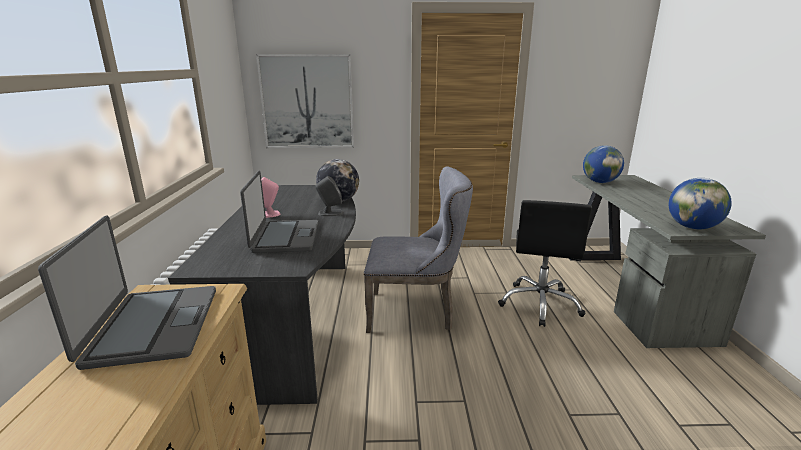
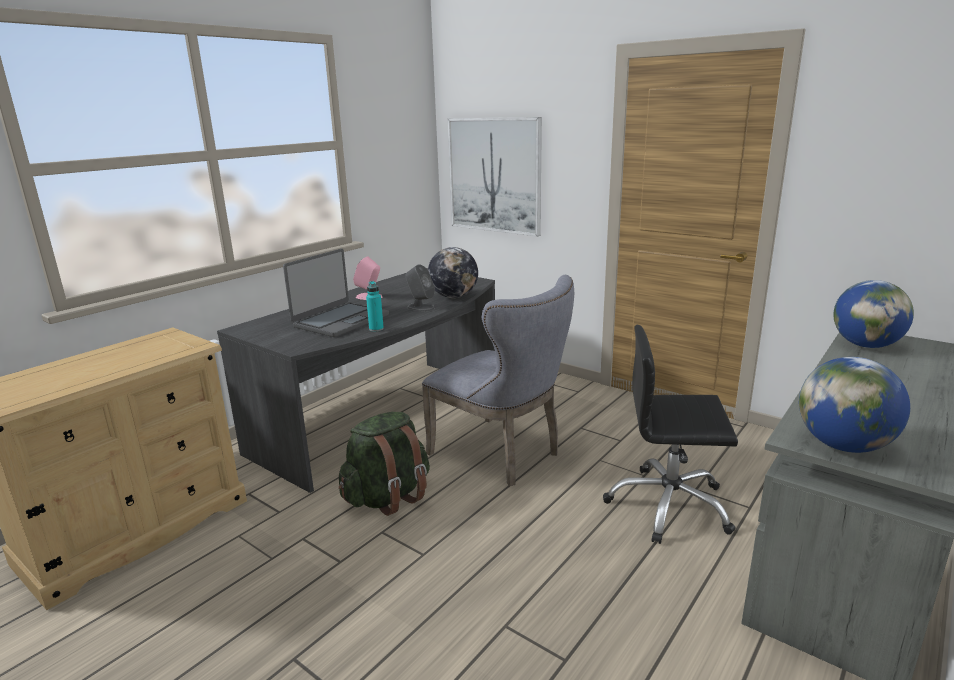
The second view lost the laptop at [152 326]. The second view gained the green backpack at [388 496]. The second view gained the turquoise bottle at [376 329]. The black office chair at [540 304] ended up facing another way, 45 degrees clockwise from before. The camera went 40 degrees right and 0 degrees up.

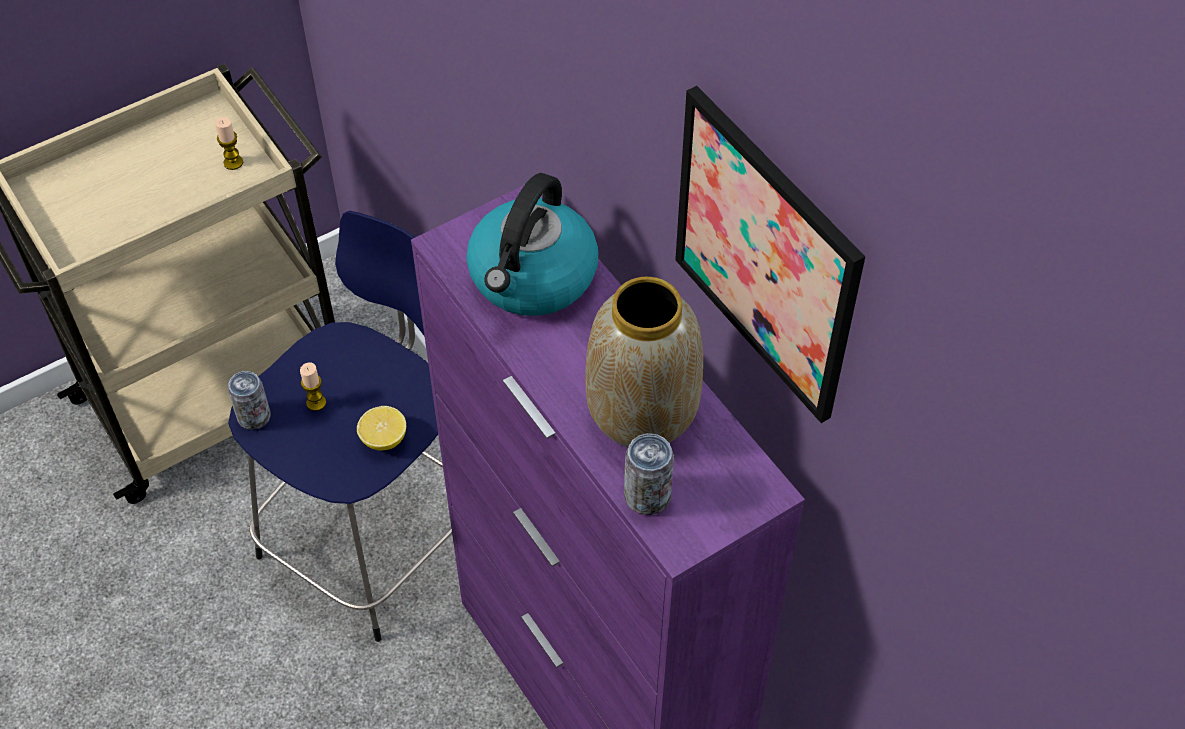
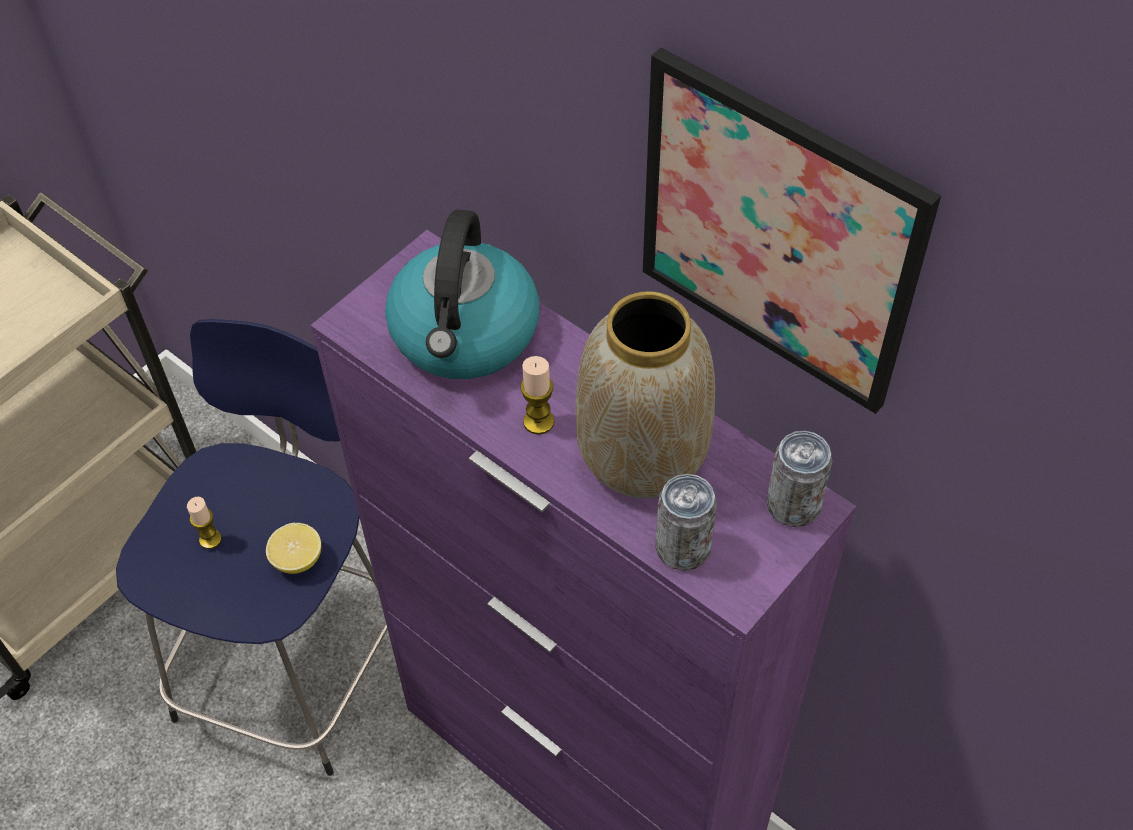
The candle ended up elsewhere, having gone from [233 162] to [538 421]. The can ended up elsewhere, having gone from [254 417] to [793 505]. The camera went 15 degrees left and 0 degrees up.

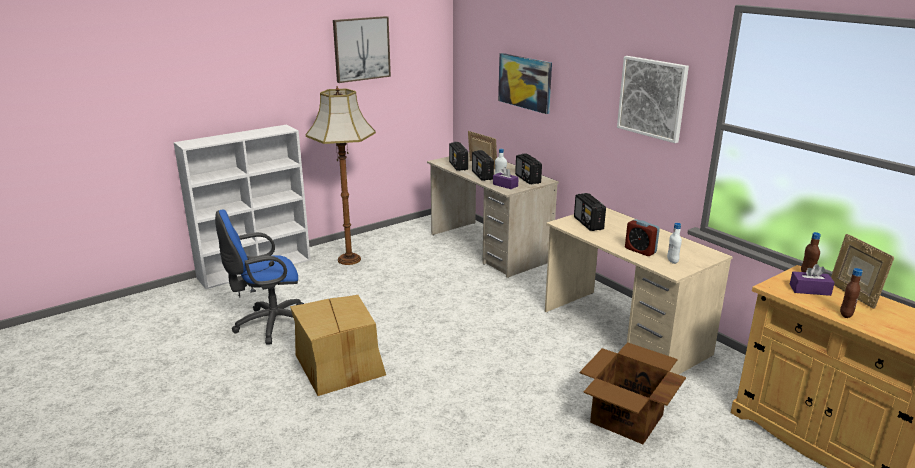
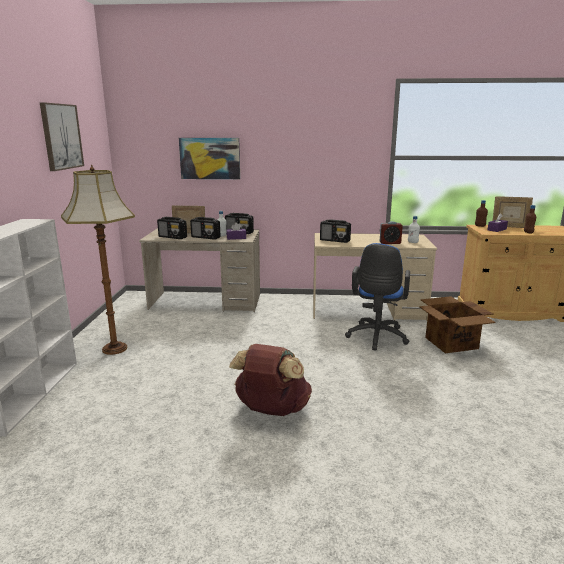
The second view lost the picture at [652 98]. The blue office chair ended up elsewhere, having gone from [269 324] to [376 338]. Where the cardboard box stood at [340 366], the brown backpack came to stand at [271 410]. The camera went 50 degrees left and 5 degrees down.

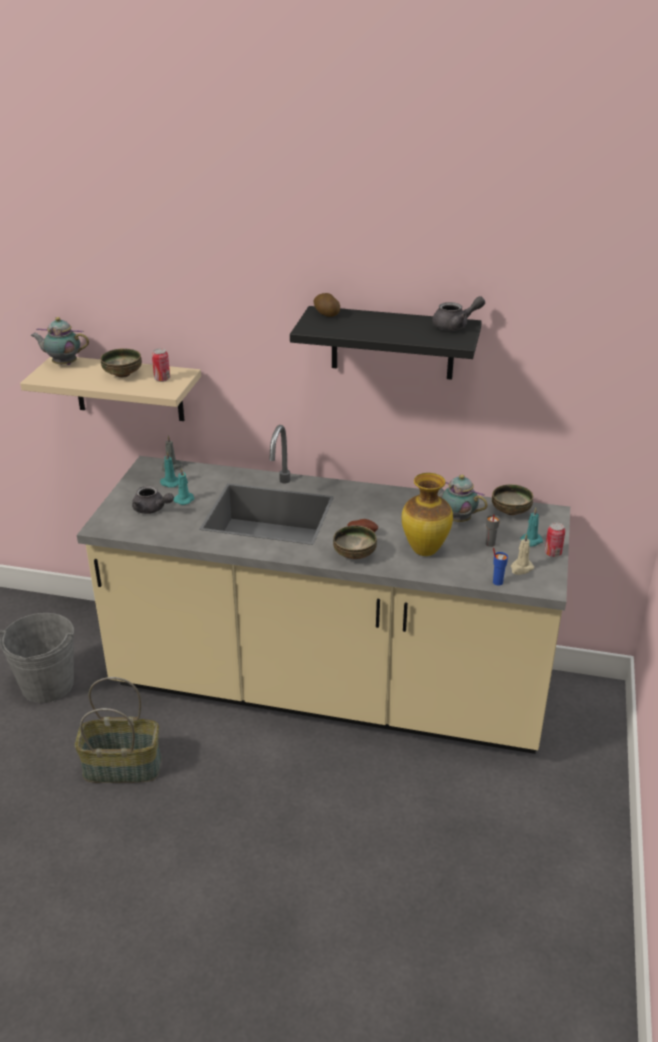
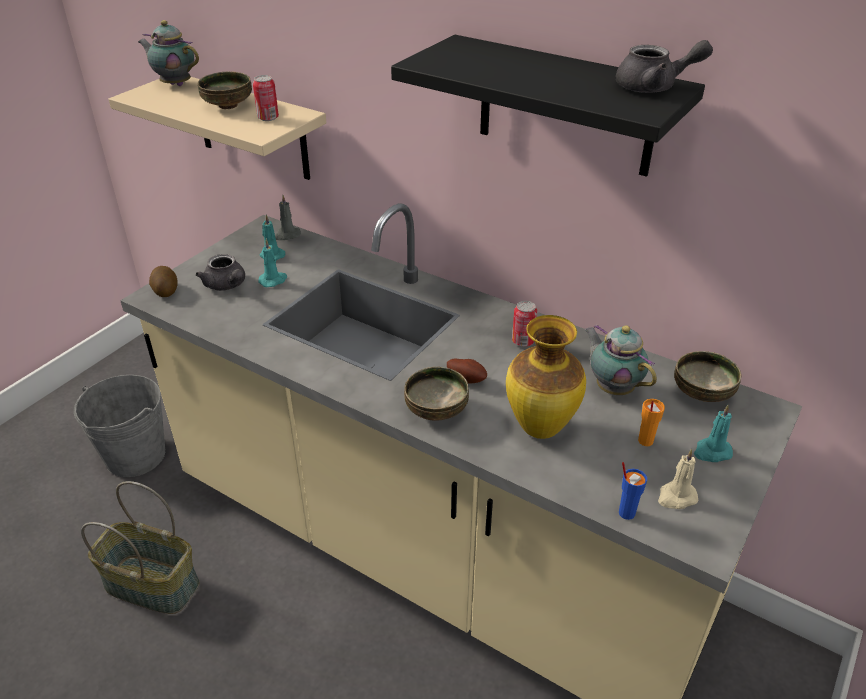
The potato ended up elsewhere, having gone from [326 314] to [165 291]. The can ended up elsewhere, having gone from [552 553] to [523 341]. What was the grey cup at [490 544] turned into the orange cup at [645 441]. The camera went 20 degrees right and 5 degrees up.

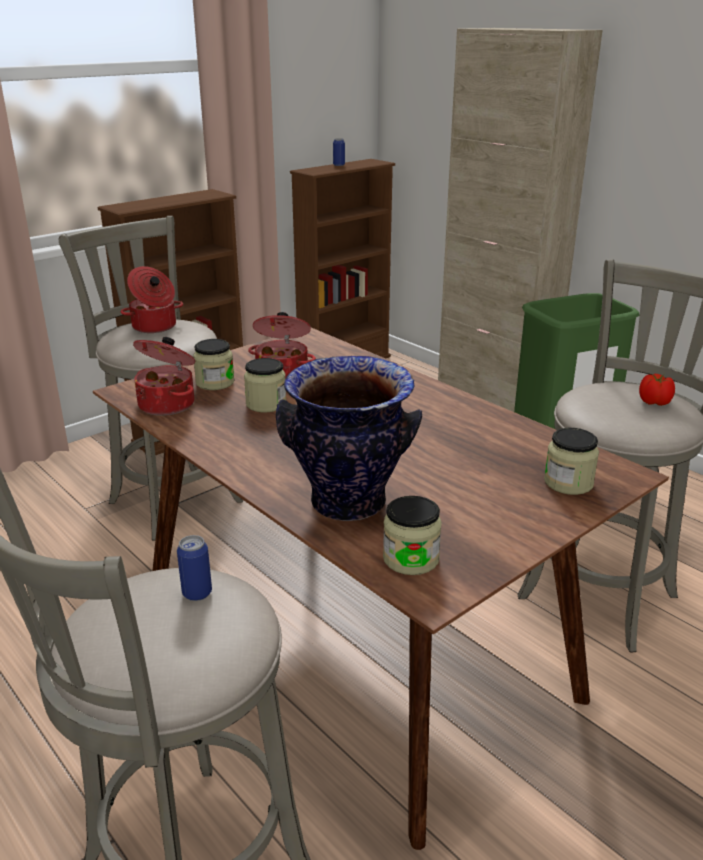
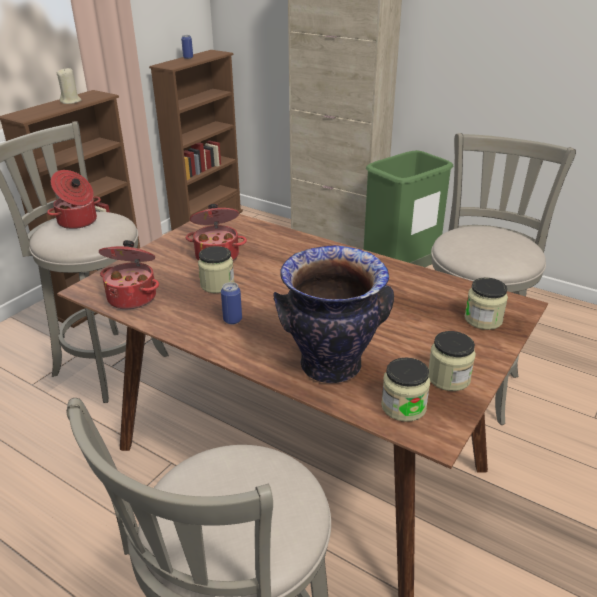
The second view lost the tomato at [655 402]. The second view gained the beige candle at [71 101]. The can ended up elsewhere, having gone from [197 593] to [232 320]. The jar ended up elsewhere, having gone from [215 383] to [448 378]. The camera went 15 degrees left and 5 degrees up.

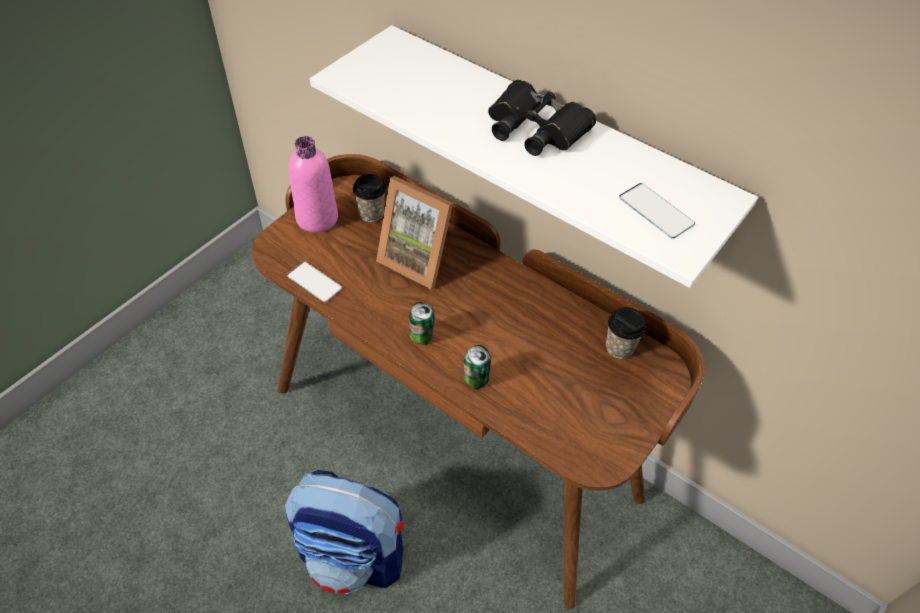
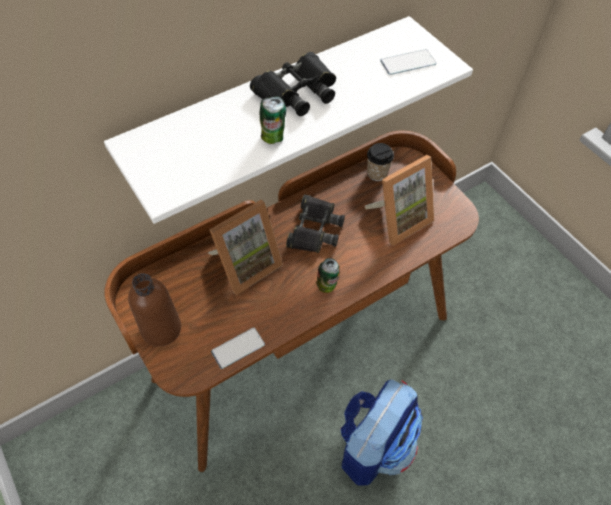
The second view lost the cup at [371 213]. The second view gained the black binoculars at [314 229]. The second view gained the picture frame at [398 219]. The can ended up elsewhere, having gone from [475 381] to [273 137]. What was the pink bottle at [317 218] turned into the brown bottle at [161 329]. The camera went 70 degrees left and 5 degrees up.

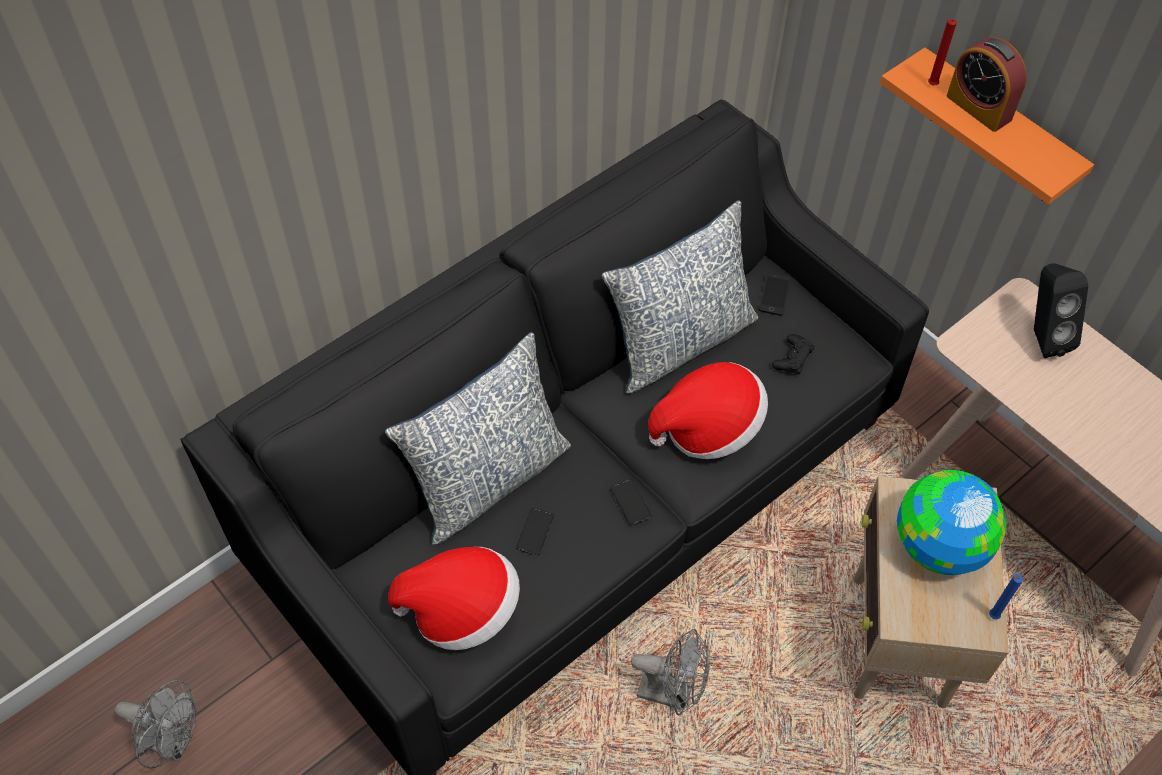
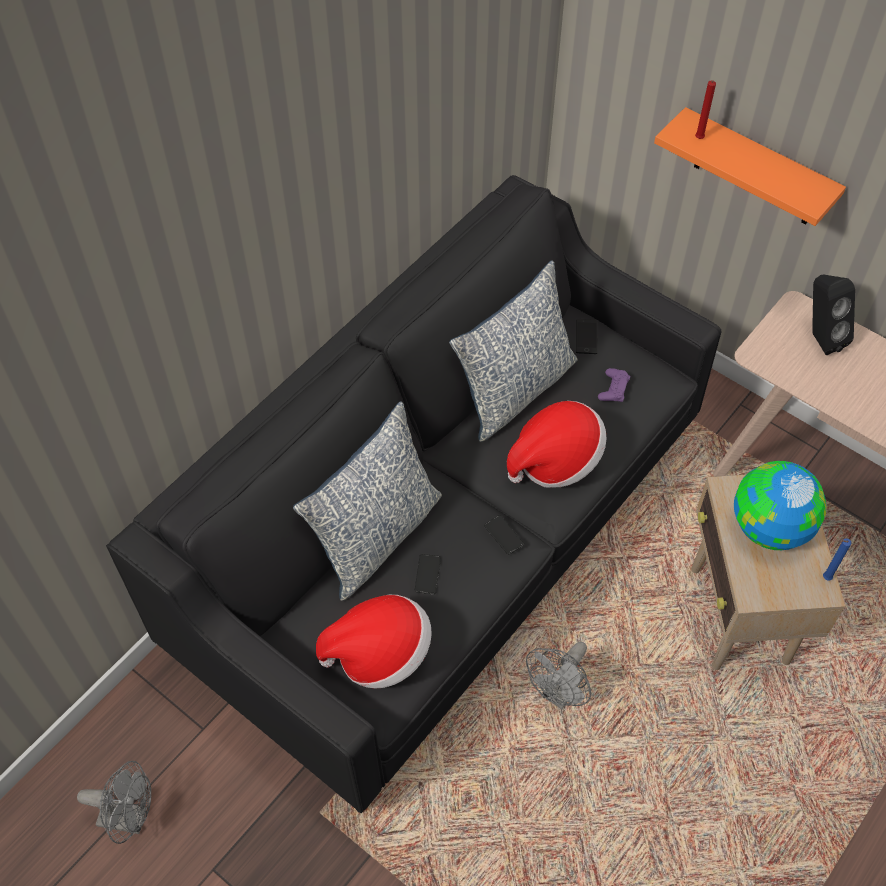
The second view lost the alarm clock at [979 107]. What was the black game controller at [792 358] turned into the purple game controller at [613 388]. The grey fan at [672 693] ended up facing another way, 120 degrees clockwise from before. The camera went 10 degrees left and 0 degrees up.

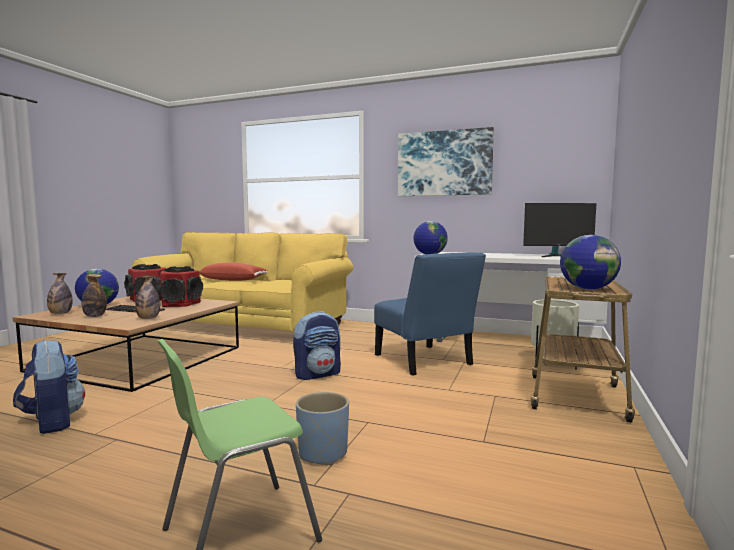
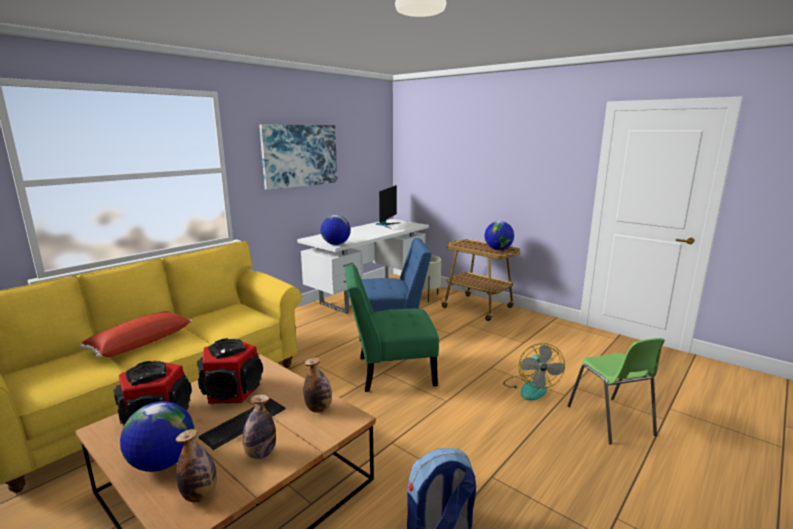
Where the backpack stood at [318 374], the green chair came to stand at [390 371]. Where the blue planter stood at [323 453], the fan came to stand at [530 387]. The camera went 70 degrees left and 10 degrees up.

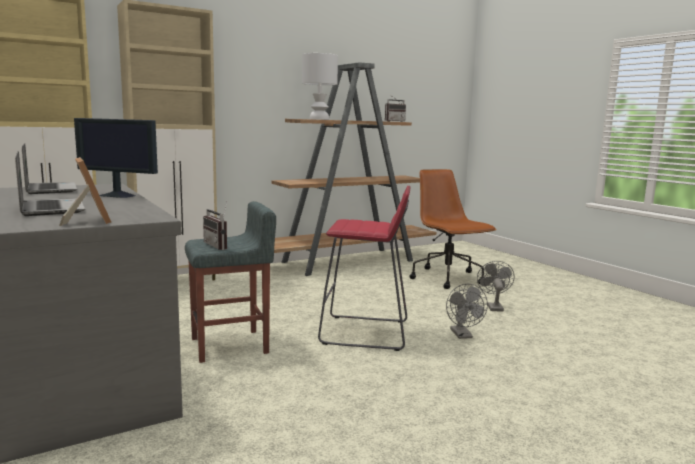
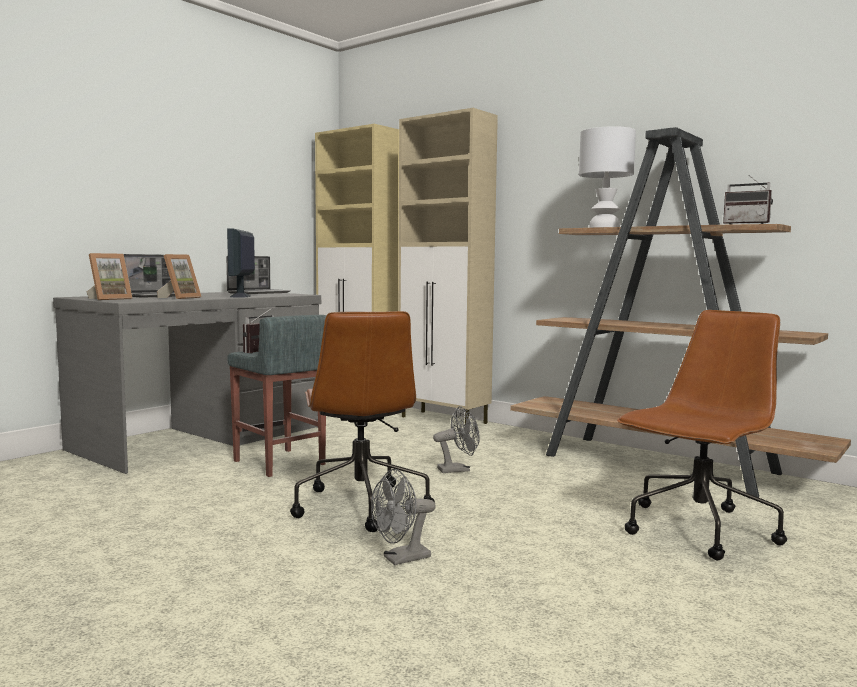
The second view gained the picture frame at [179 298]. The grey fan ended up elsewhere, having gone from [493 306] to [458 469]. Where the red stool stood at [365 333], the brown office chair came to stand at [360 505]. The camera went 70 degrees right and 5 degrees down.

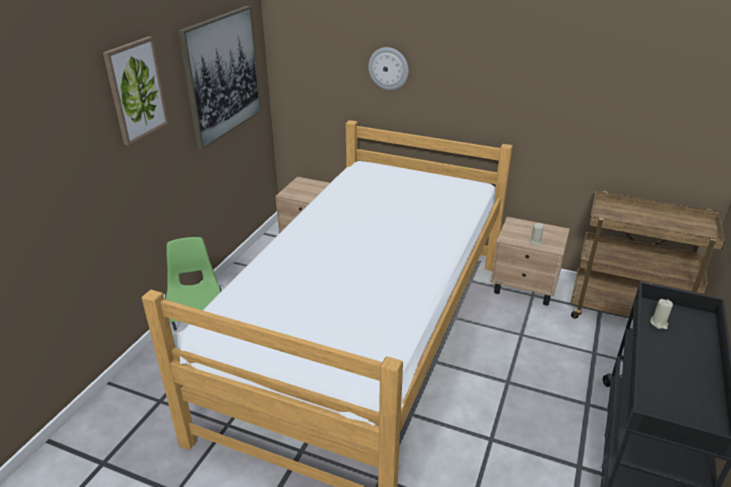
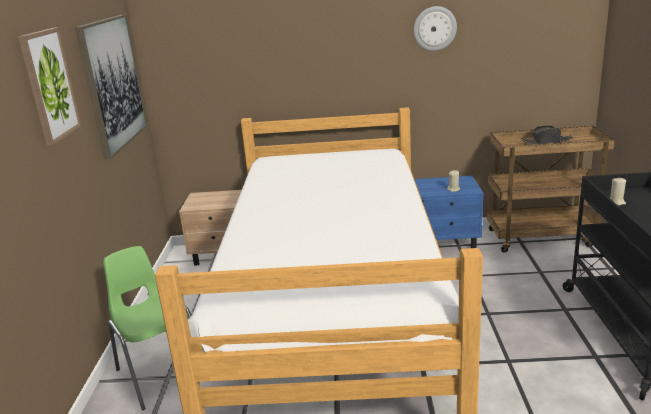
The second view gained the black hat at [546 142]. The wall clock ended up elsewhere, having gone from [388 68] to [434 28]. What was the beige nightstand at [525 288] turned into the blue nightstand at [447 242]. The camera went 20 degrees left and 10 degrees down.

